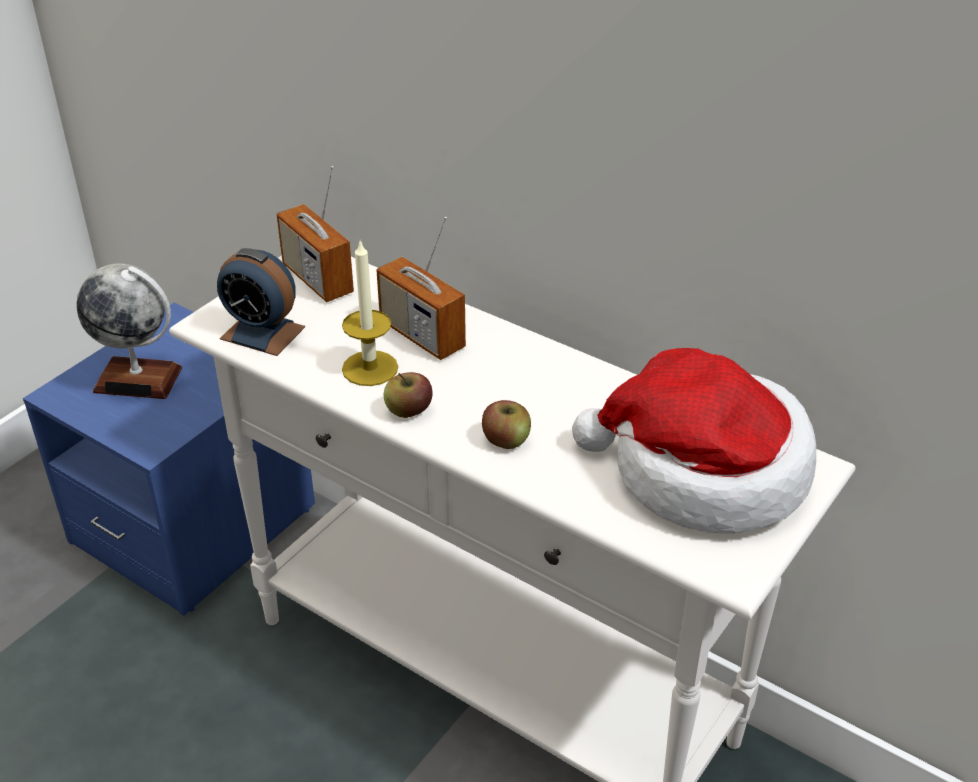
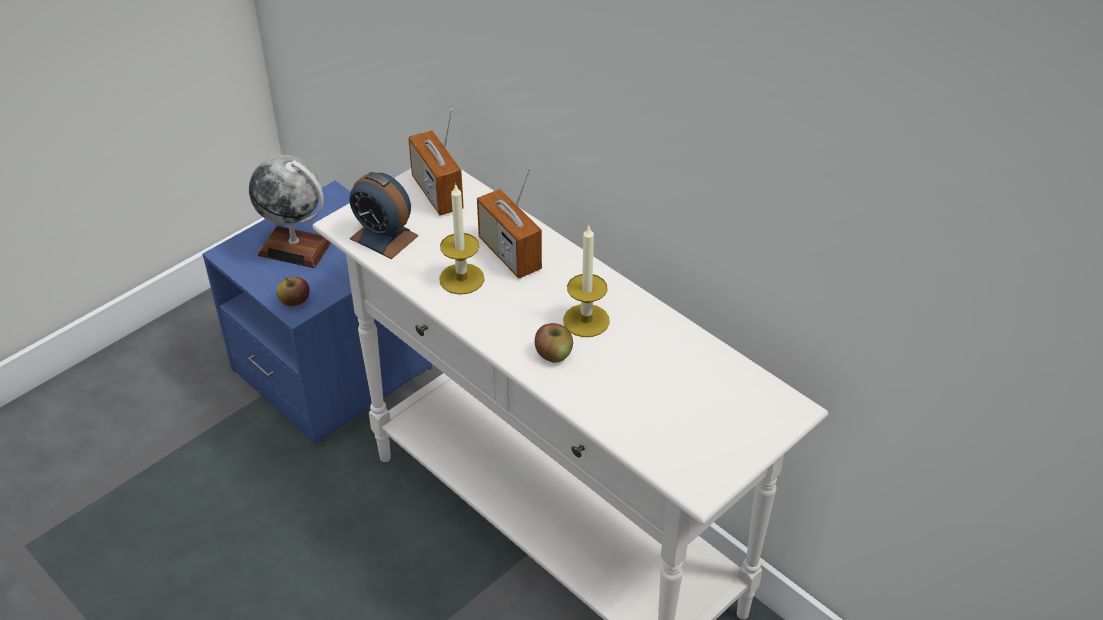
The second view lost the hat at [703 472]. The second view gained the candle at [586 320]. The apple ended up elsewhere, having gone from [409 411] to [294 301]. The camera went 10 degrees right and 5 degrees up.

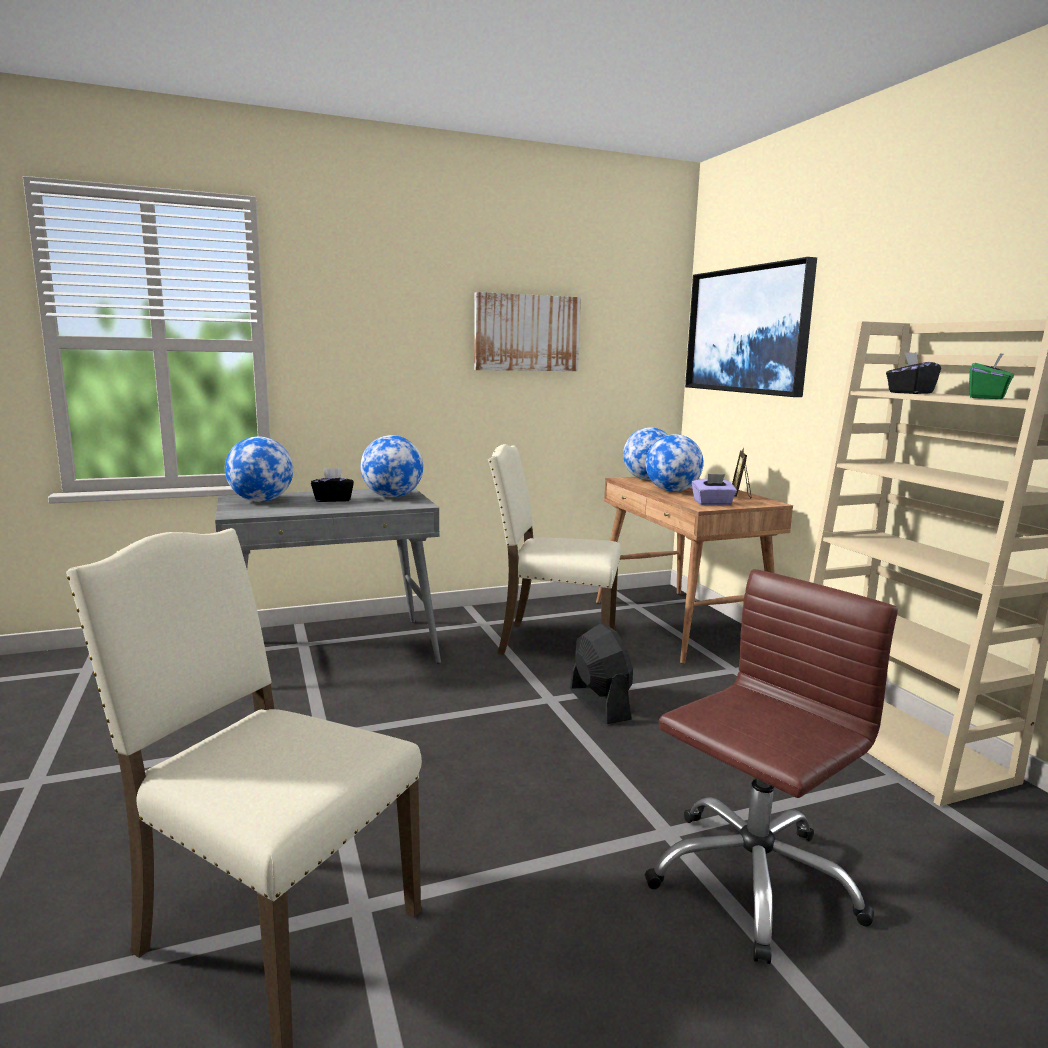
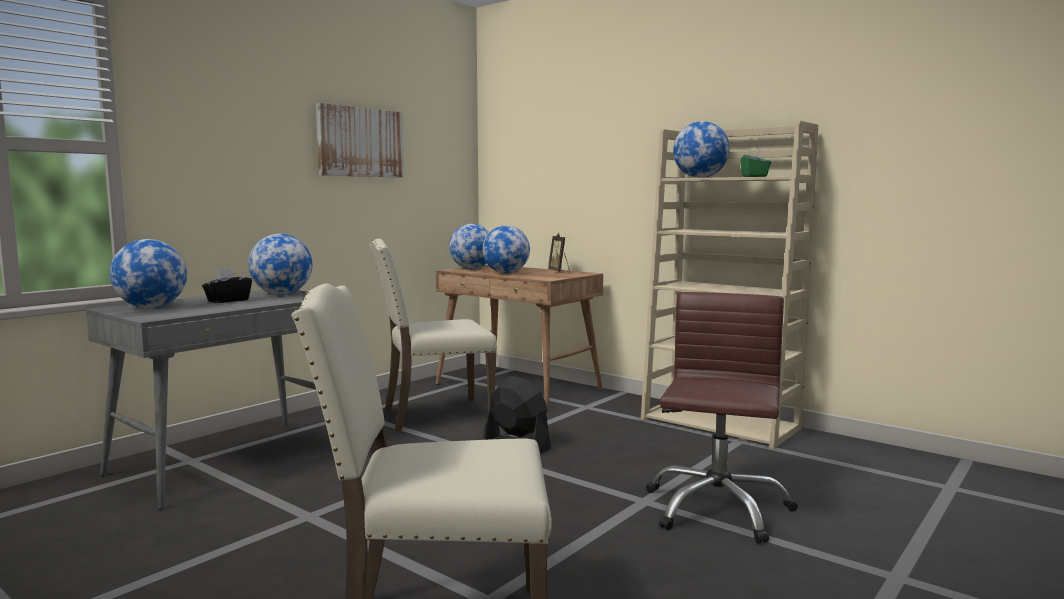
The second view lost the picture at [747 330]. The second view lost the purple tissue box at [712 503]. Where the black tissue box stood at [910 393], the globe came to stand at [700 177]. The camera went 30 degrees left and 5 degrees down.

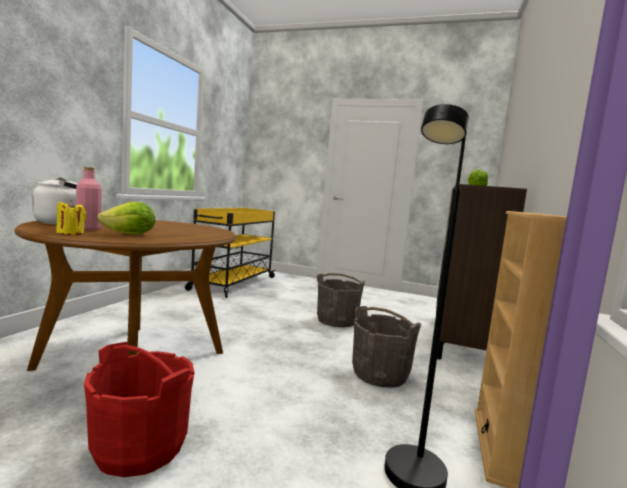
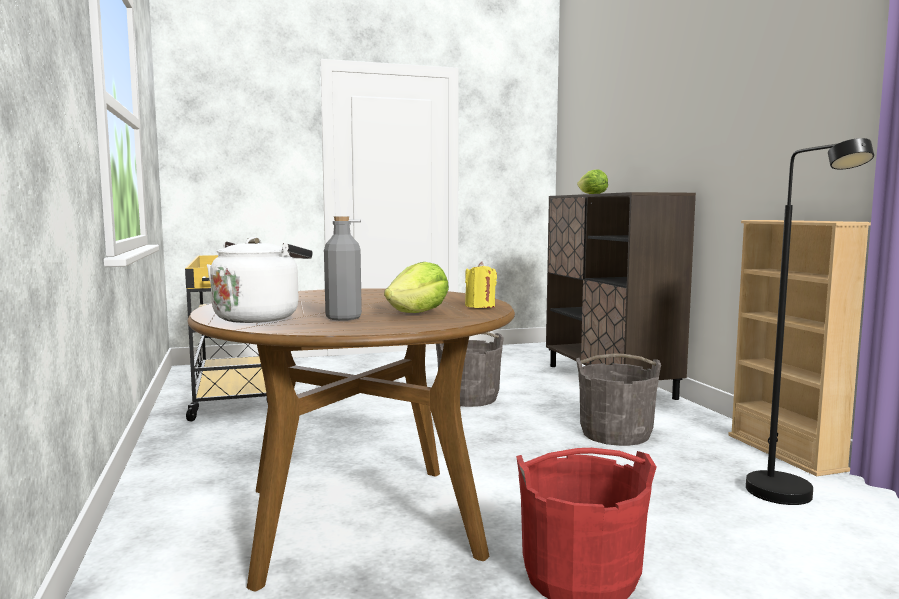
The yellow candle ended up elsewhere, having gone from [70 233] to [480 306]. What was the pink bottle at [88 229] turned into the grey bottle at [343 318]. The camera went 35 degrees left and 0 degrees up.

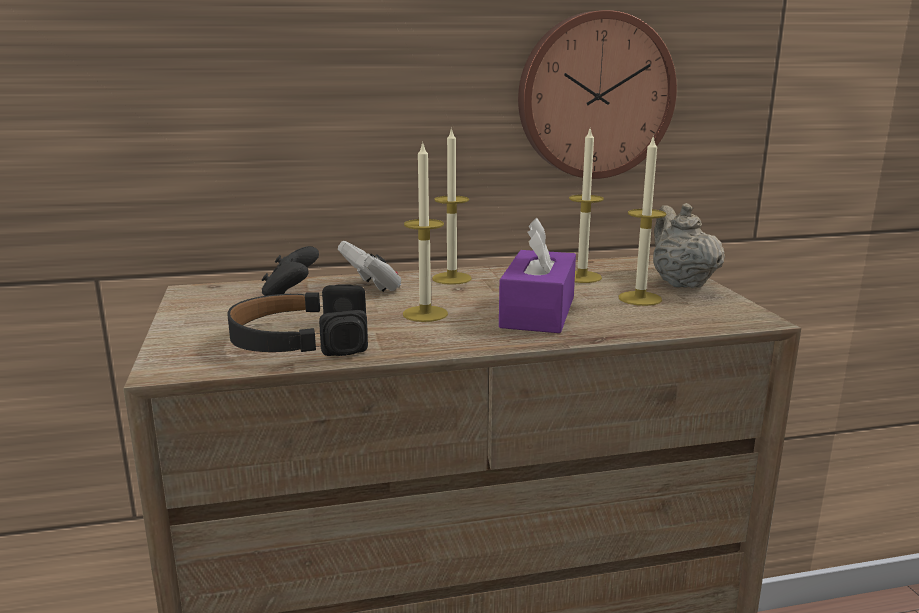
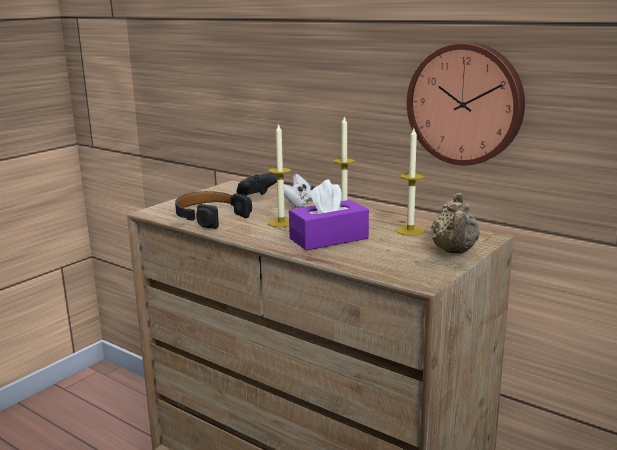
The second view lost the candle at [640 298]. The beige teapot at [680 283] ended up facing another way, 150 degrees clockwise from before. The camera went 50 degrees right and 0 degrees up.

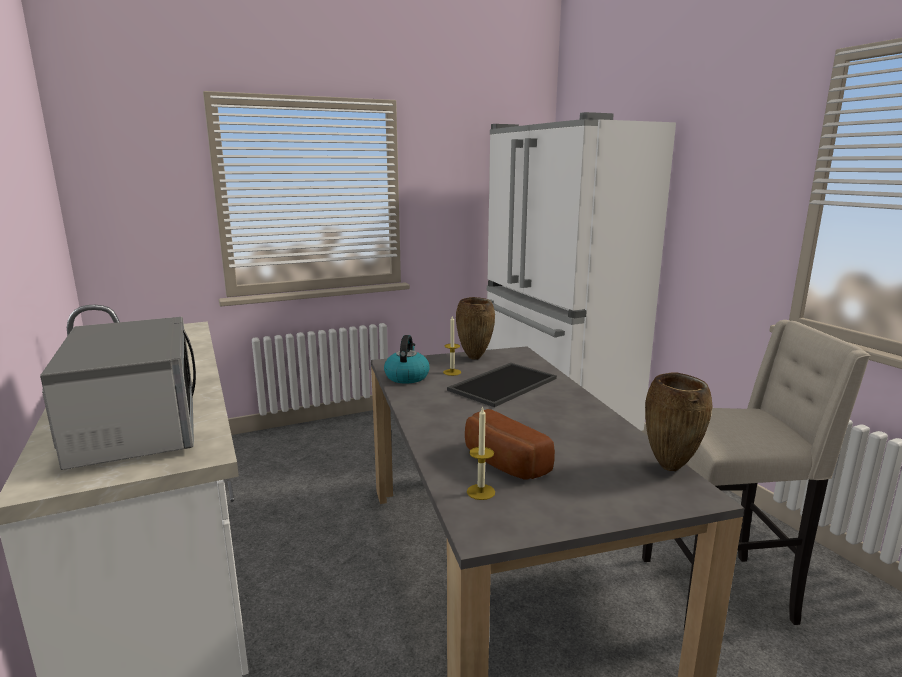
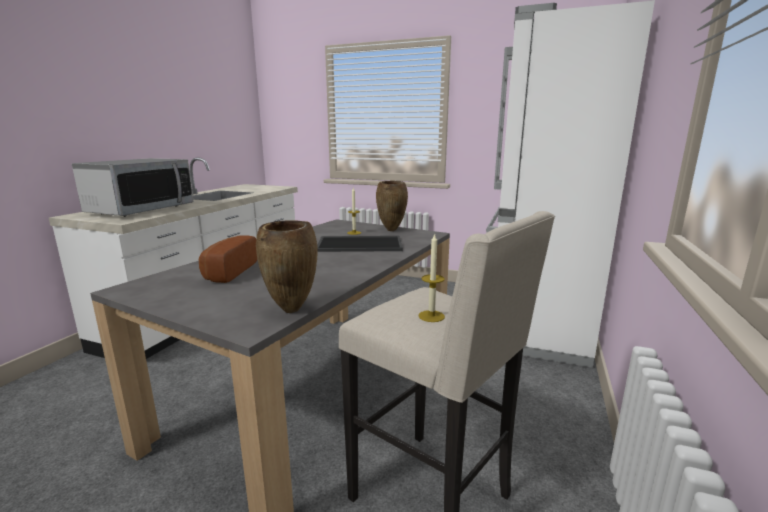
The second view lost the kettle at [407 376]. The candle ended up elsewhere, having gone from [481 492] to [431 316]. The camera went 45 degrees right and 0 degrees up.

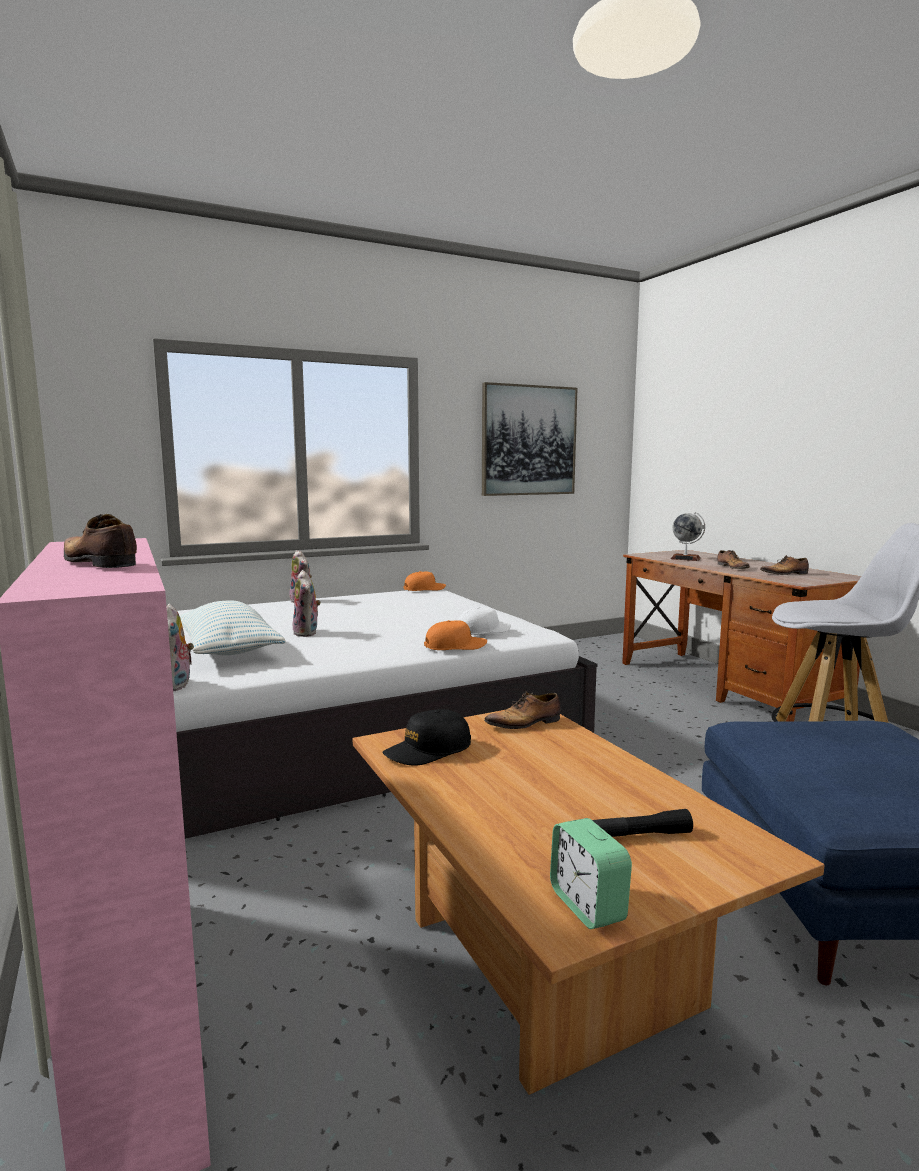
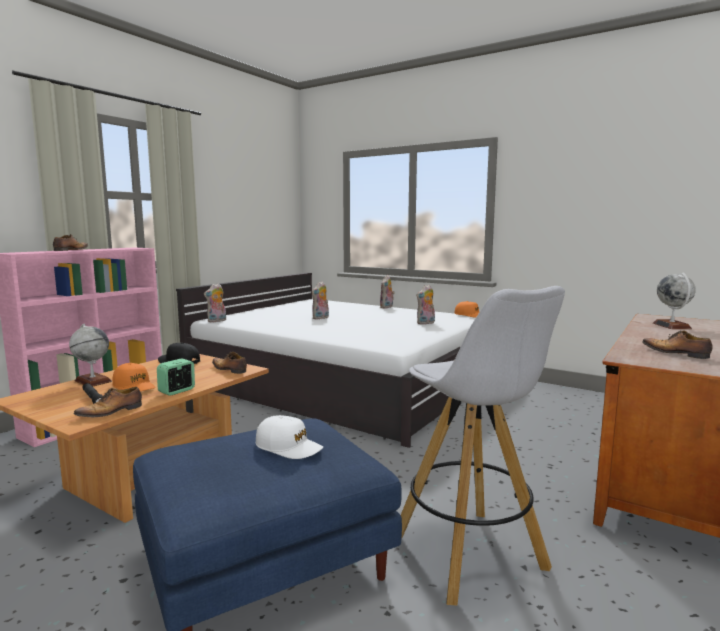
The second view lost the pillow at [227 650]. The second view lost the picture at [528 440]. The second view gained the globe at [93 381]. The second view gained the plush toy at [426 323]. The orange cap ended up elsewhere, having gone from [455 646] to [134 387]. The white cap ended up elsewhere, having gone from [483 630] to [288 447]. The alarm clock ended up elsewhere, having gone from [587 905] to [177 391]. The shoe ended up elsewhere, having gone from [732 567] to [111 412]. The camera went 60 degrees right and 0 degrees up.

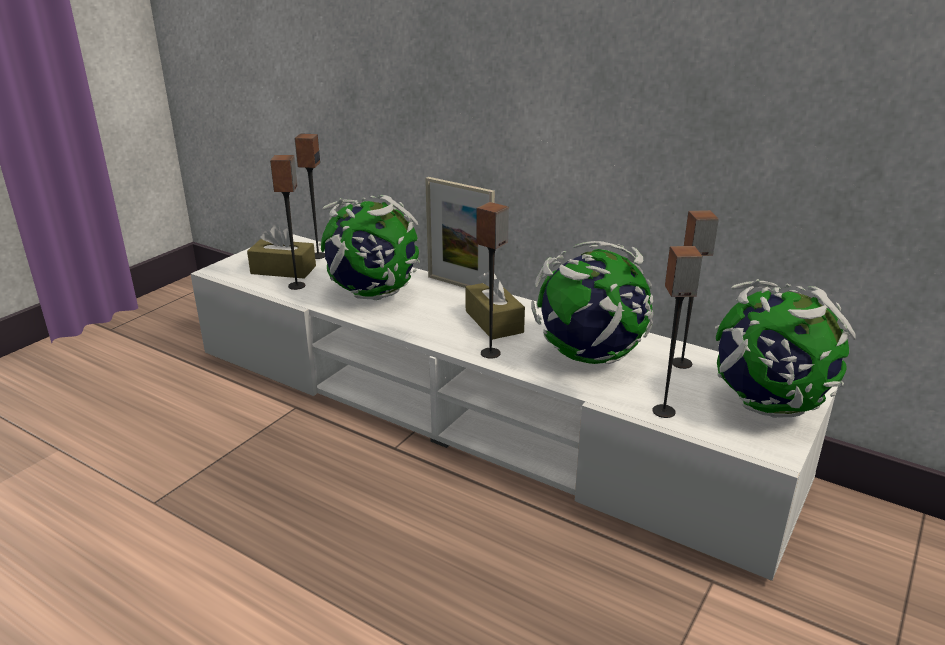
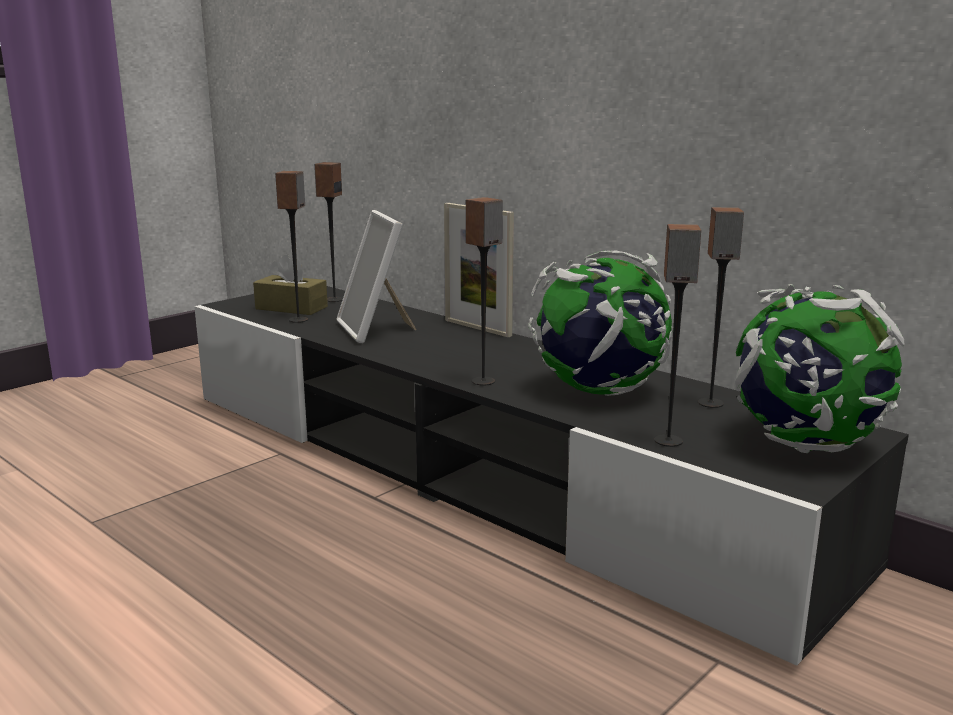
The second view lost the brown tissue box at [494 322]. Where the globe stood at [372 294], the picture frame came to stand at [376 330]. What was the white tv stand at [474 414] turned into the black tv stand at [478 474]. The camera went 10 degrees right and 10 degrees down.

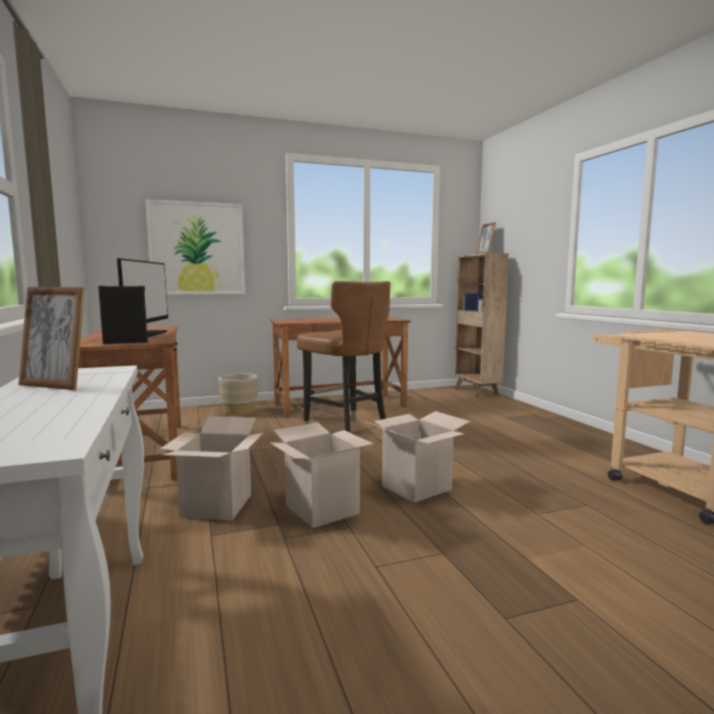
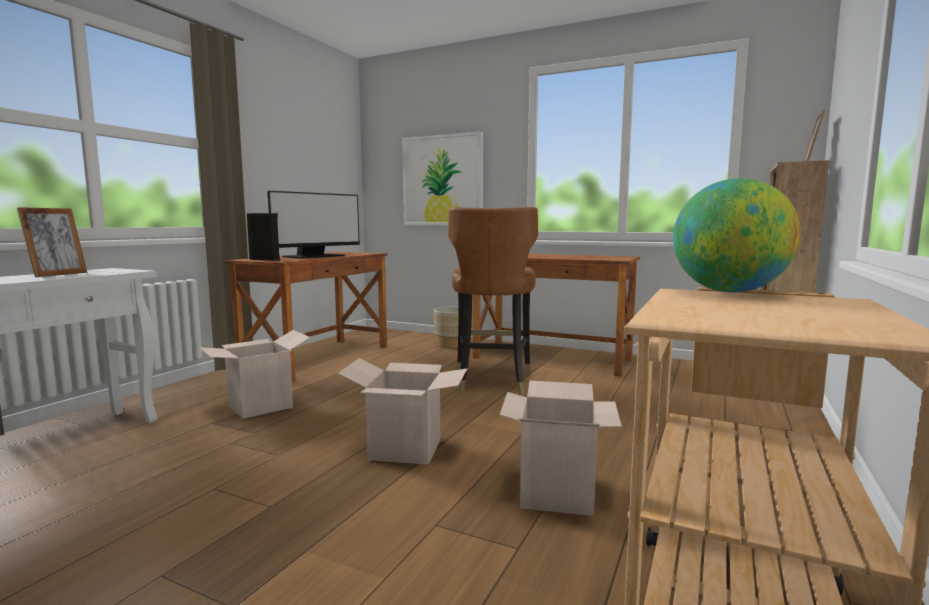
The second view gained the globe at [729 291]. The cardboard box ended up elsewhere, having gone from [322 509] to [557 493]. The picture frame at [55 385] ended up facing another way, 135 degrees counterclockwise from before. The camera went 45 degrees right and 0 degrees up.

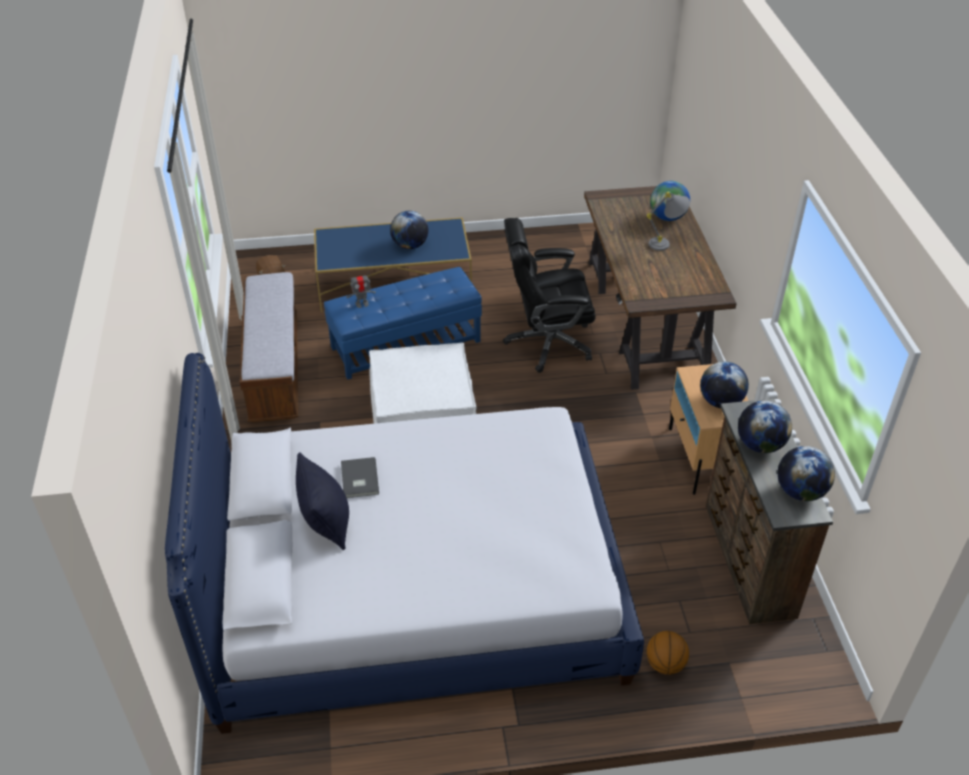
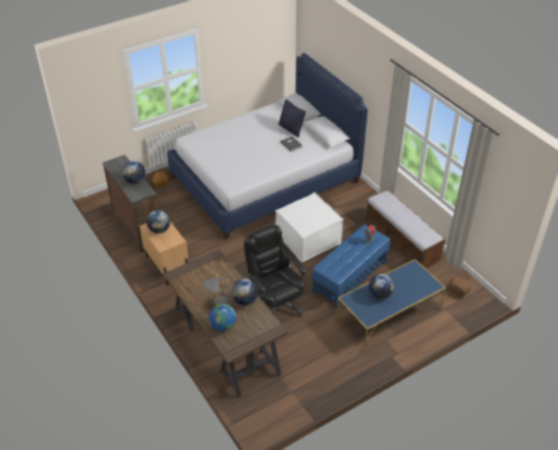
The globe ended up elsewhere, having gone from [800 491] to [245 300]. The black office chair at [547 343] ended up facing another way, 90 degrees counterclockwise from before. The camera went 155 degrees right and 0 degrees up.

